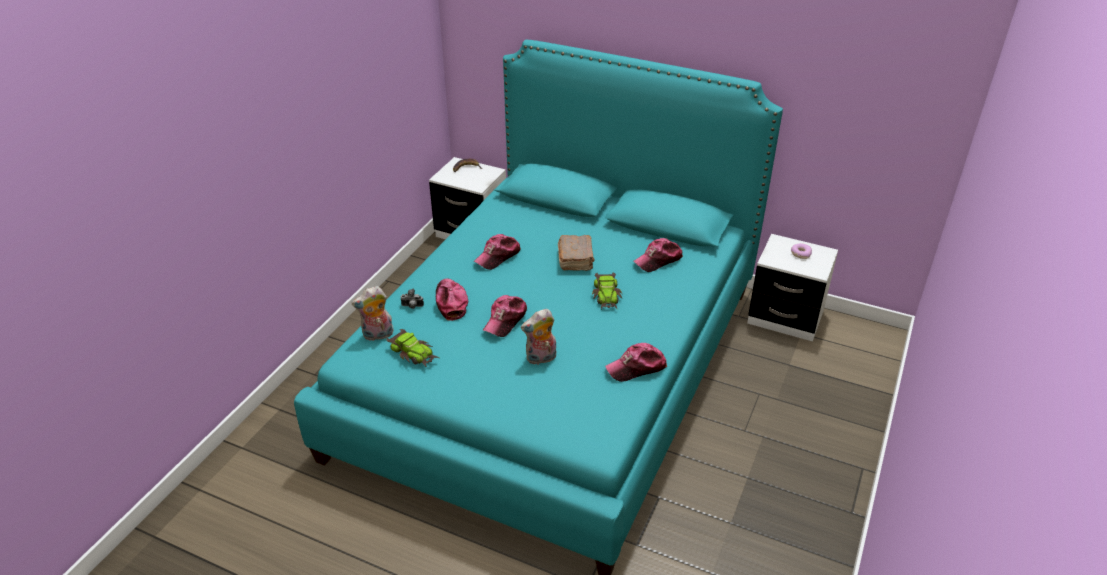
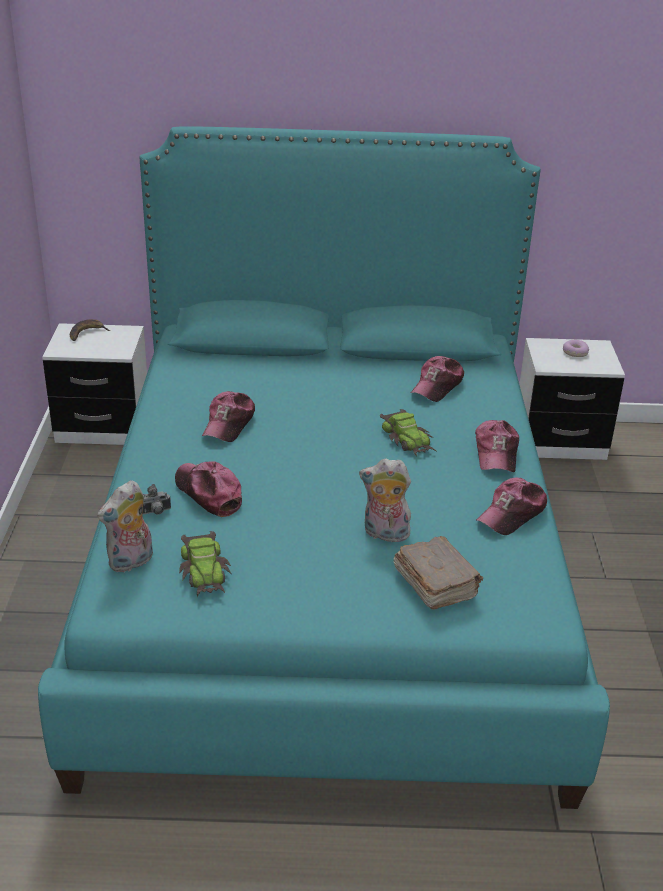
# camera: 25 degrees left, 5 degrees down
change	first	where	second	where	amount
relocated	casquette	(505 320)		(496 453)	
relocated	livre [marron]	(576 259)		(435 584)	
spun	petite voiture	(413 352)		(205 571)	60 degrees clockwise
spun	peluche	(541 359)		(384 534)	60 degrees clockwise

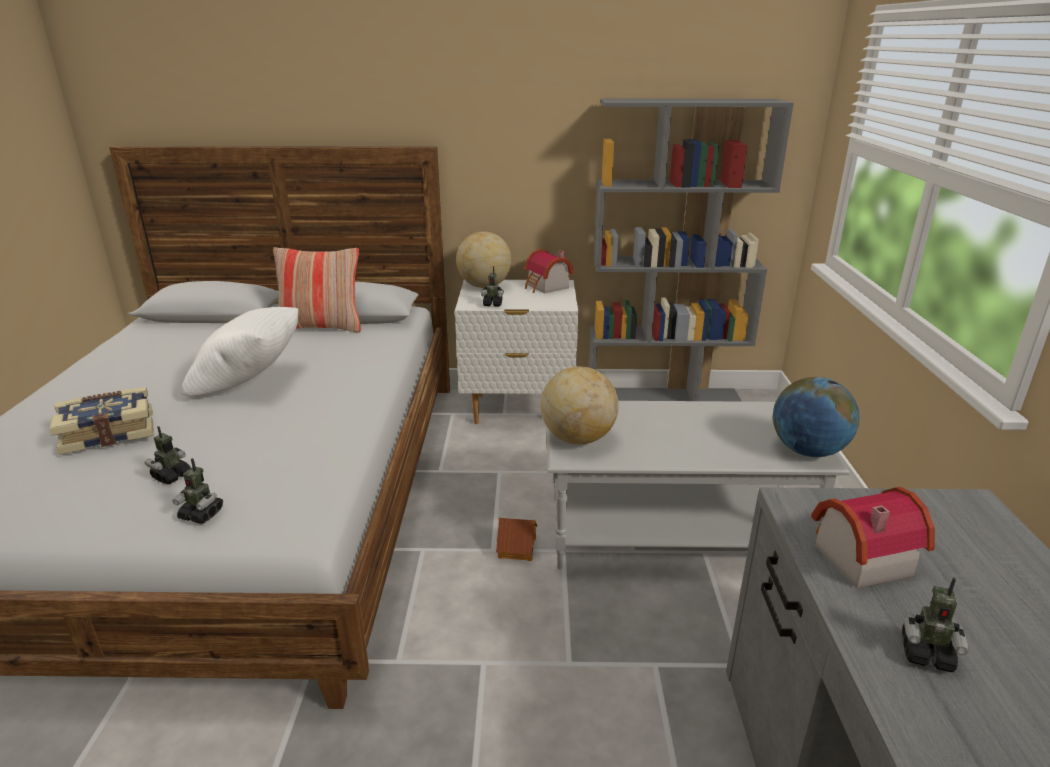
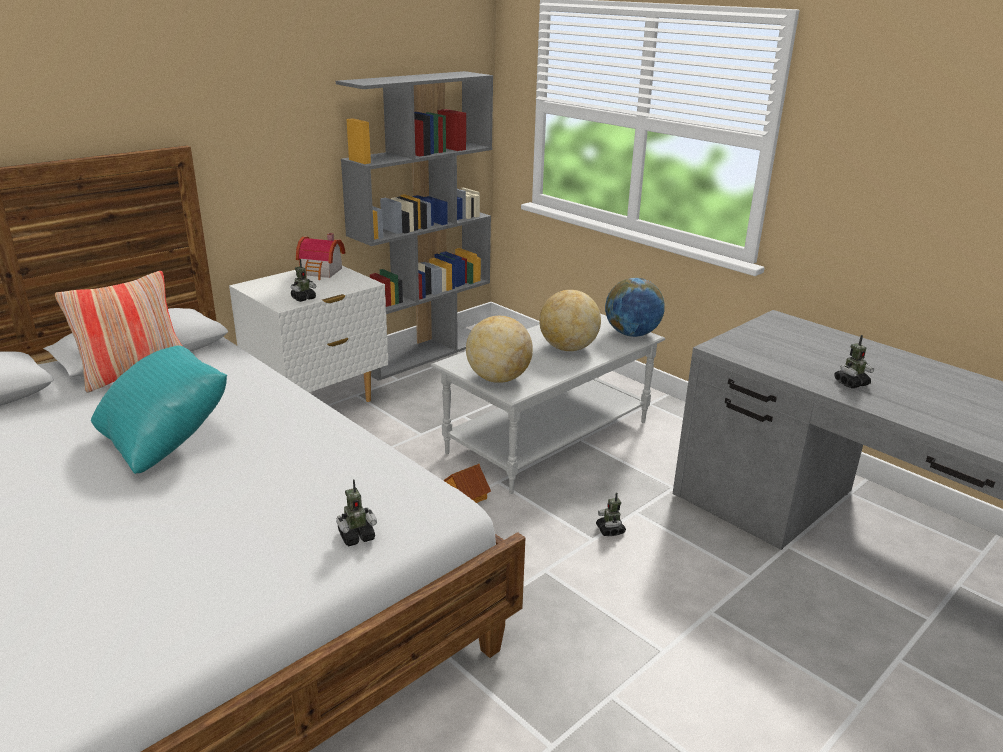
# camera: 45 degrees left, 0 degrees up
change	first	where	second	where	amount
missing	livre	(108 432)			
missing	maison miniature	(856 557)			
relocated	robot jouet	(172 476)		(610 530)	
relocated	globe	(484 286)		(568 348)	
colour	coussin [blanc]	(250 381)	coussin [turquoise]	(167 440)	

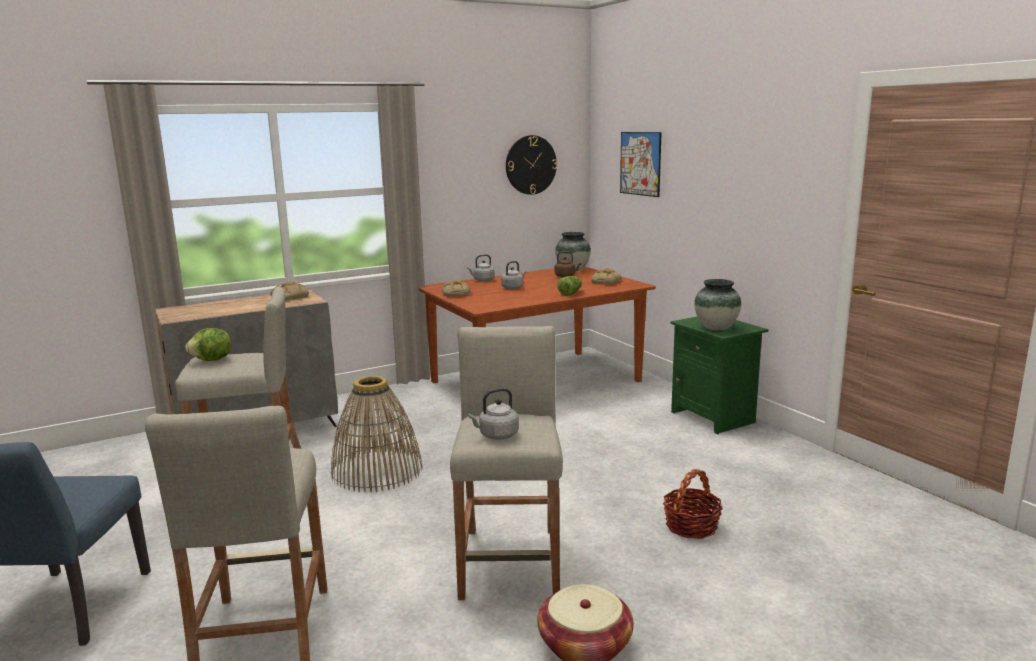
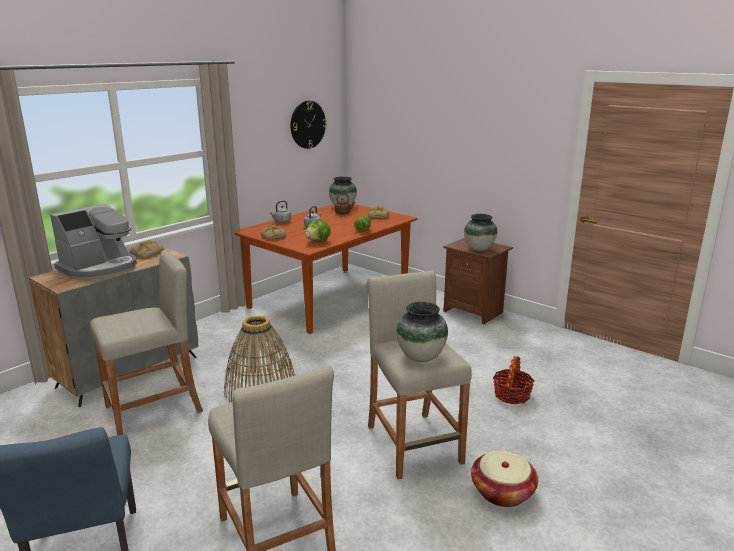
# camera: 20 degrees left, 5 degrees up
change	first	where	second	where	amount
missing	tableau	(640 163)			
appeared			machine à café	(100 268)	
relocated	laitue	(212 360)		(318 241)	
exchanged	bouilloire [gris]	(496 435)	vase	(421 357)	
colour	table de chevet [vert]	(714 417)	table de chevet [marron]	(474 311)	

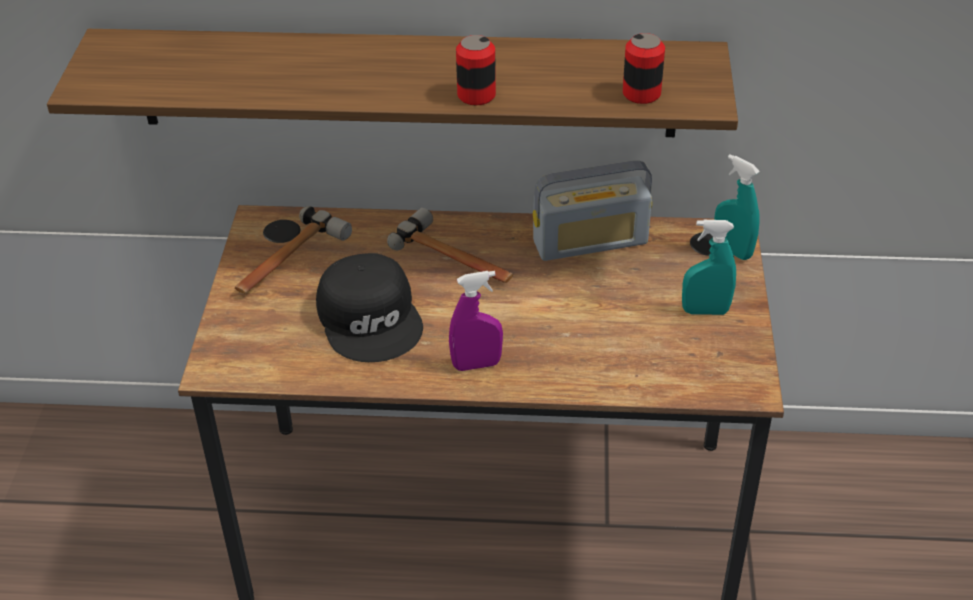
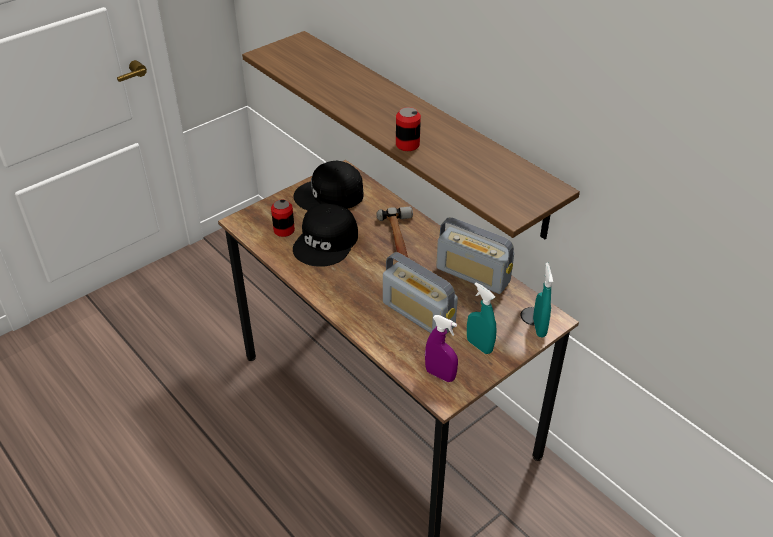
# camera: 45 degrees right, 0 degrees up
change	first	where	second	where	amount
appeared			radio	(418 314)	
relocated	vaporisateur [violet]	(476 364)		(440 375)	
relocated	boîte métallique	(641 93)		(284 230)	
exchanged	marteau	(288 260)	casquette [noir]	(330 195)	

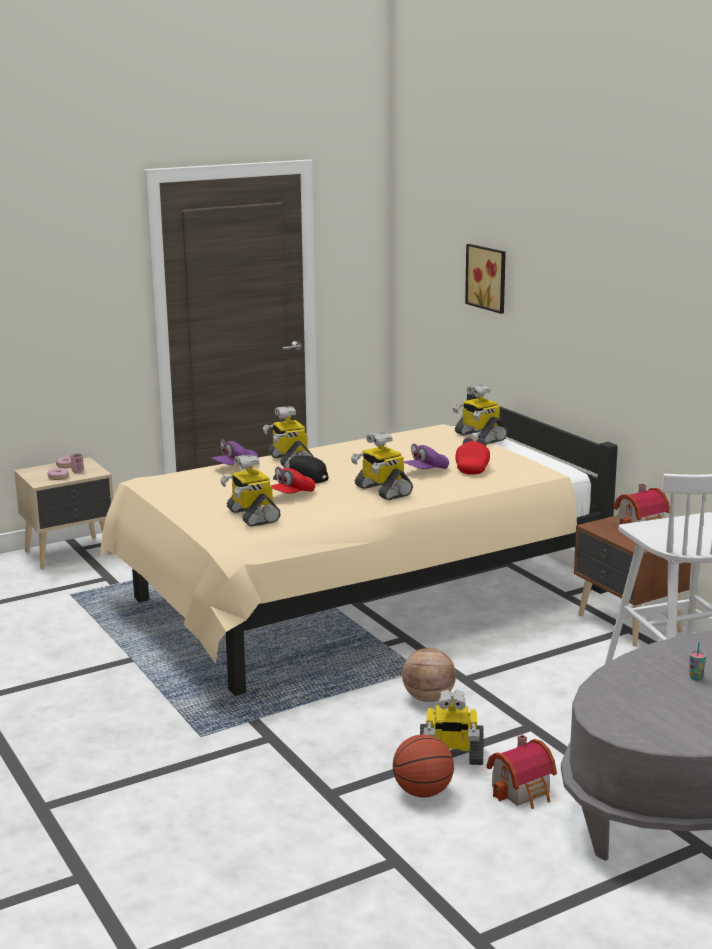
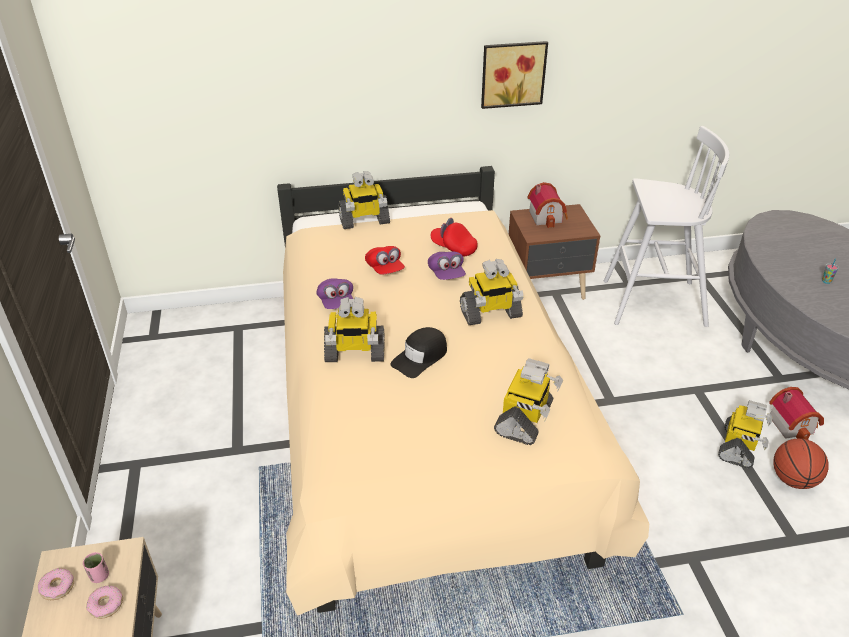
# camera: 70 degrees left, 20 degrees up
change	first	where	second	where	amount
missing	ballon de basket	(428 698)			
relocated	casquette [violet]	(235 466)		(336 302)	
relocated	casquette [rouge]	(291 495)		(385 269)	
relocated	tableau	(488 277)		(512 73)	
spun	robot jouet	(251 516)		(525 419)	60 degrees counterclockwise

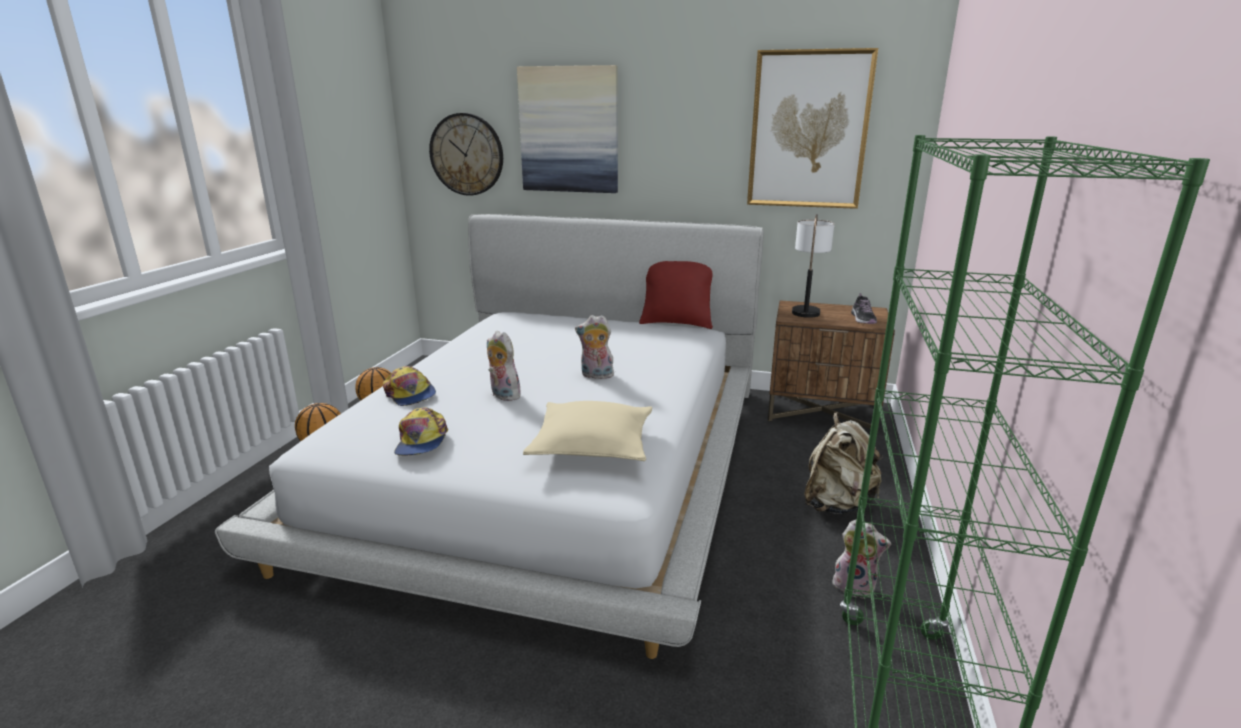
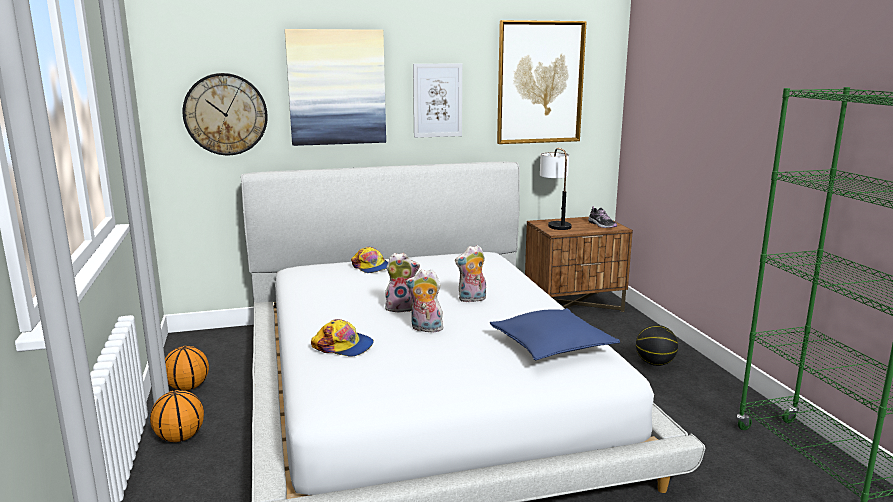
# camera: 30 degrees left, 5 degrees down
change	first	where	second	where	amount
missing	coussin [rouge]	(676 323)			
appeared			tableau	(437 100)	
relocated	casquette	(421 441)		(371 267)	
relocated	peluche	(855 586)		(401 307)	
exchanged	sac à dos [beige]	(836 504)	ballon de basket	(654 363)	
colour	coussin [beige]	(592 445)	coussin [bleu]	(552 346)	

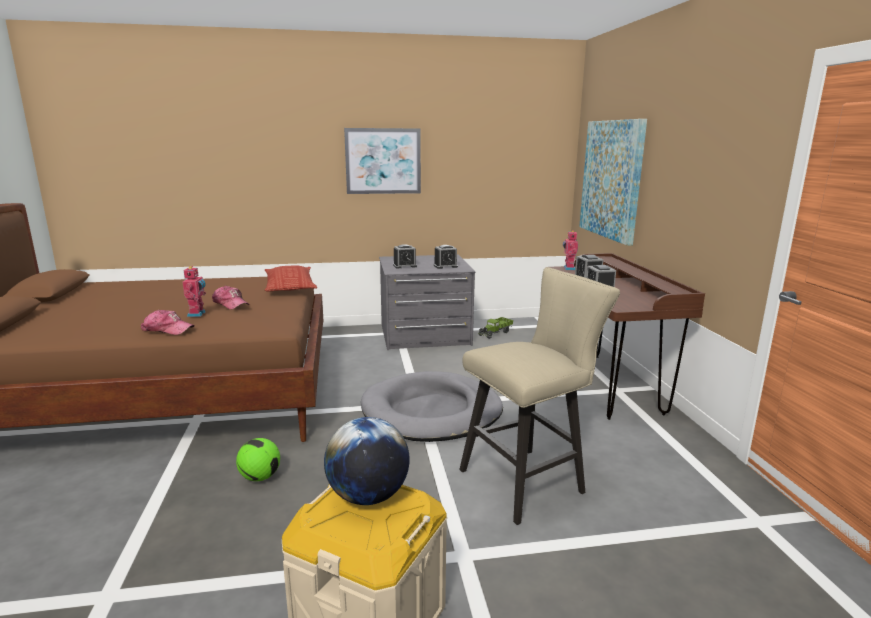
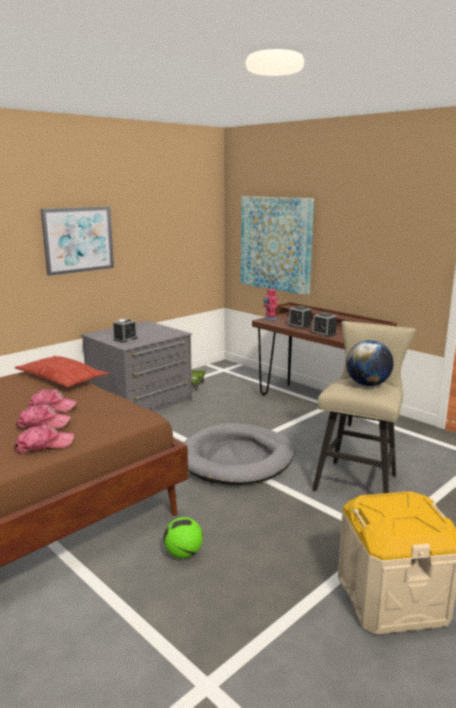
# camera: 35 degrees left, 0 degrees up
change	first	where	second	where	amount
missing	réveil	(445 266)			
relocated	globe	(368 496)		(367 384)	
exchanged	robot jouet	(197 314)	casquette	(43 424)	

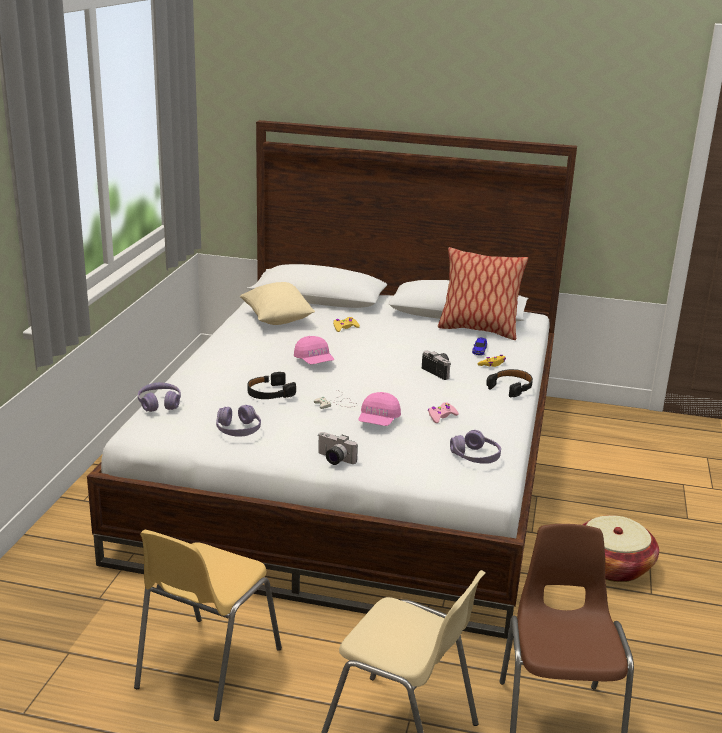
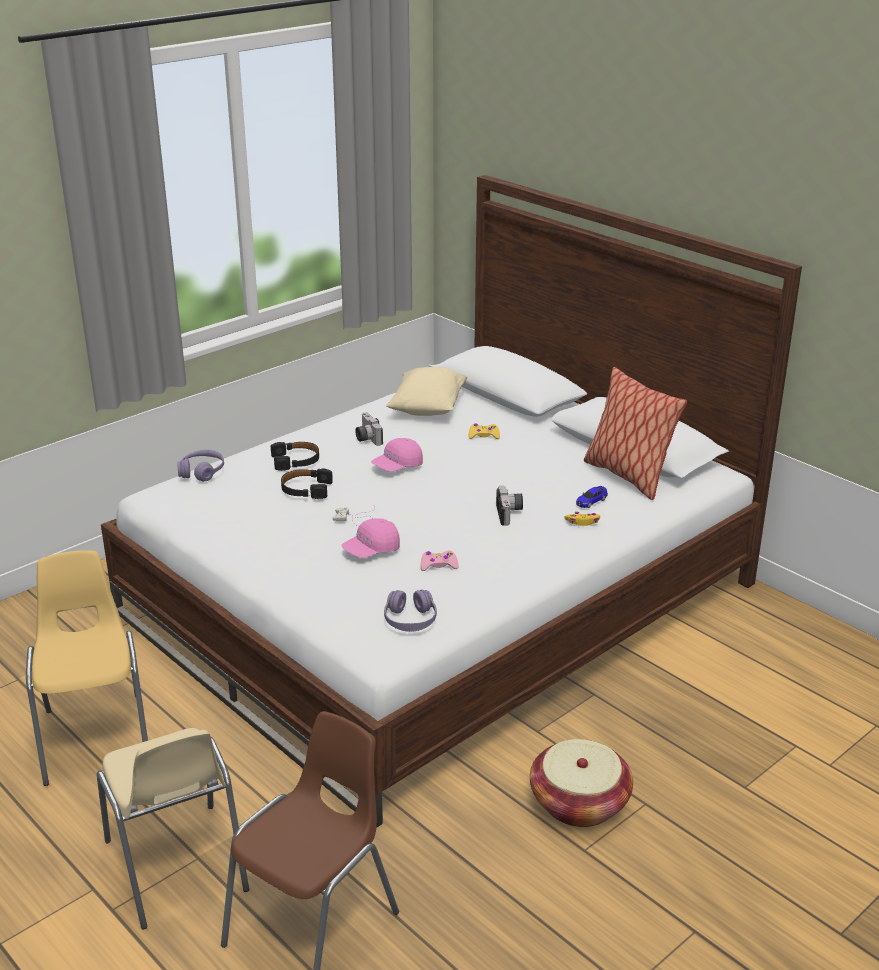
# camera: 35 degrees right, 5 degrees up
change	first	where	second	where	amount
missing	casque audio [violet]	(238 430)			
relocated	appareil photo	(334 460)		(366 438)	
relocated	casque audio [noir]	(511 387)		(296 461)	
spun	chaise [jaune]	(206 668)		(96 737)	105 degrees clockwise
spun	casquette [rose]	(314 361)		(397 466)	45 degrees clockwise

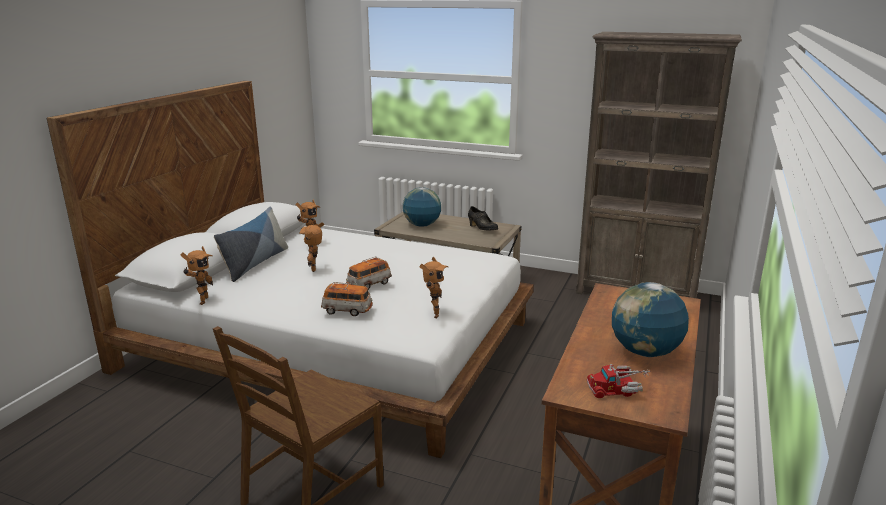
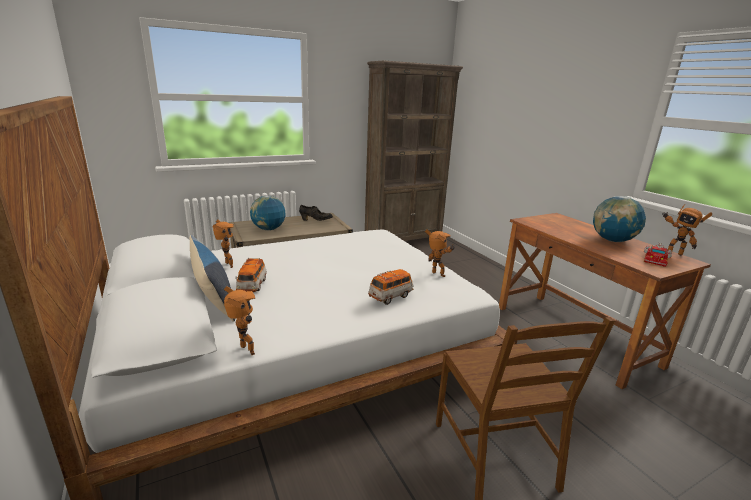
# camera: 50 degrees left, 0 degrees up
change	first	where	second	where	amount
relocated	robot jouet	(316 269)		(673 253)	
relocated	petite voiture	(369 285)		(252 286)	

